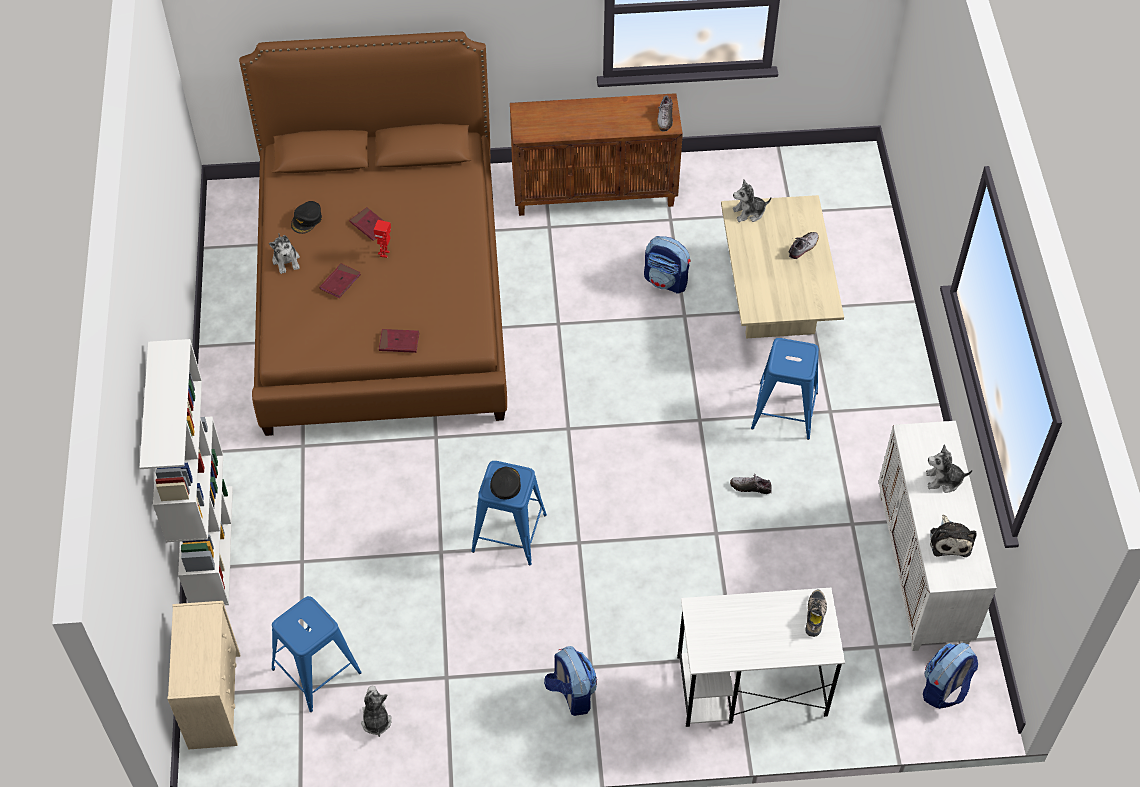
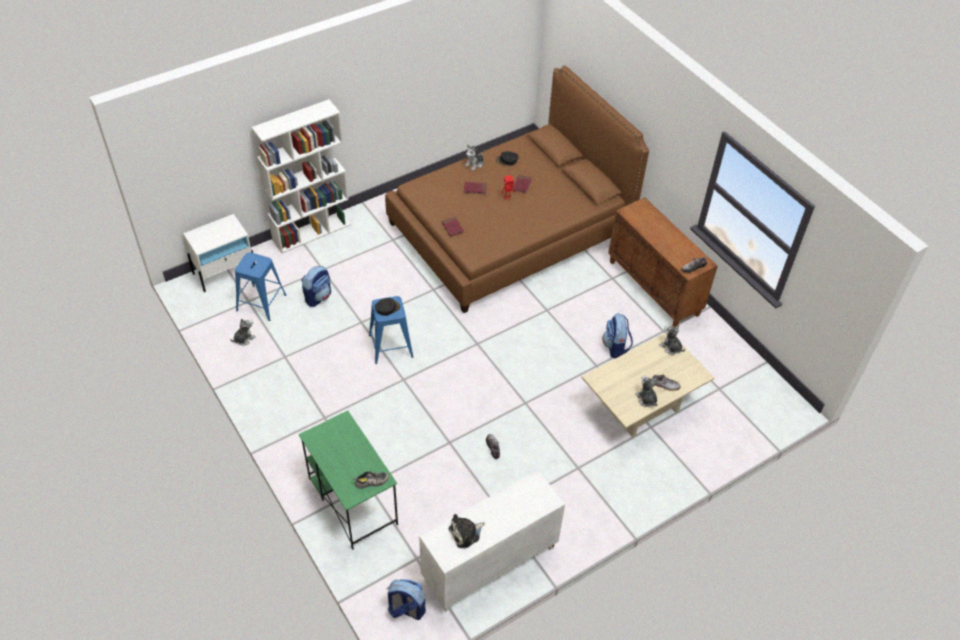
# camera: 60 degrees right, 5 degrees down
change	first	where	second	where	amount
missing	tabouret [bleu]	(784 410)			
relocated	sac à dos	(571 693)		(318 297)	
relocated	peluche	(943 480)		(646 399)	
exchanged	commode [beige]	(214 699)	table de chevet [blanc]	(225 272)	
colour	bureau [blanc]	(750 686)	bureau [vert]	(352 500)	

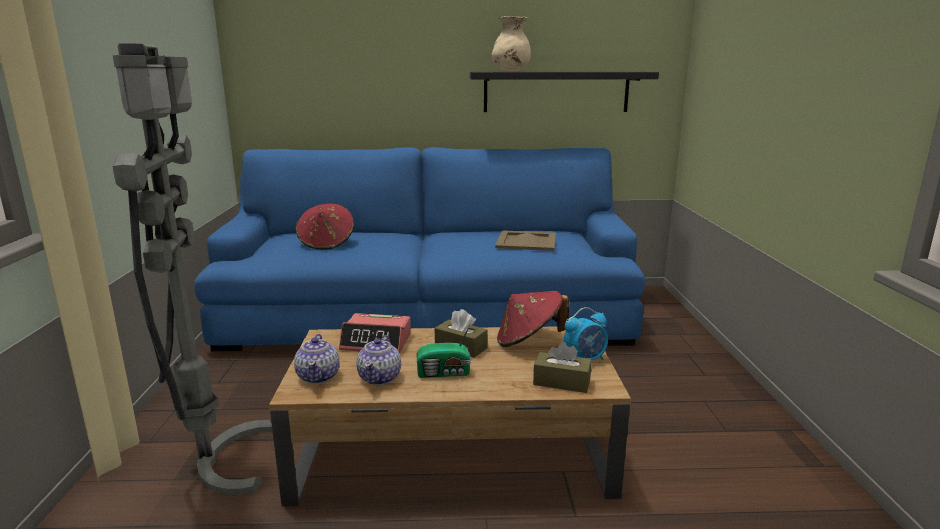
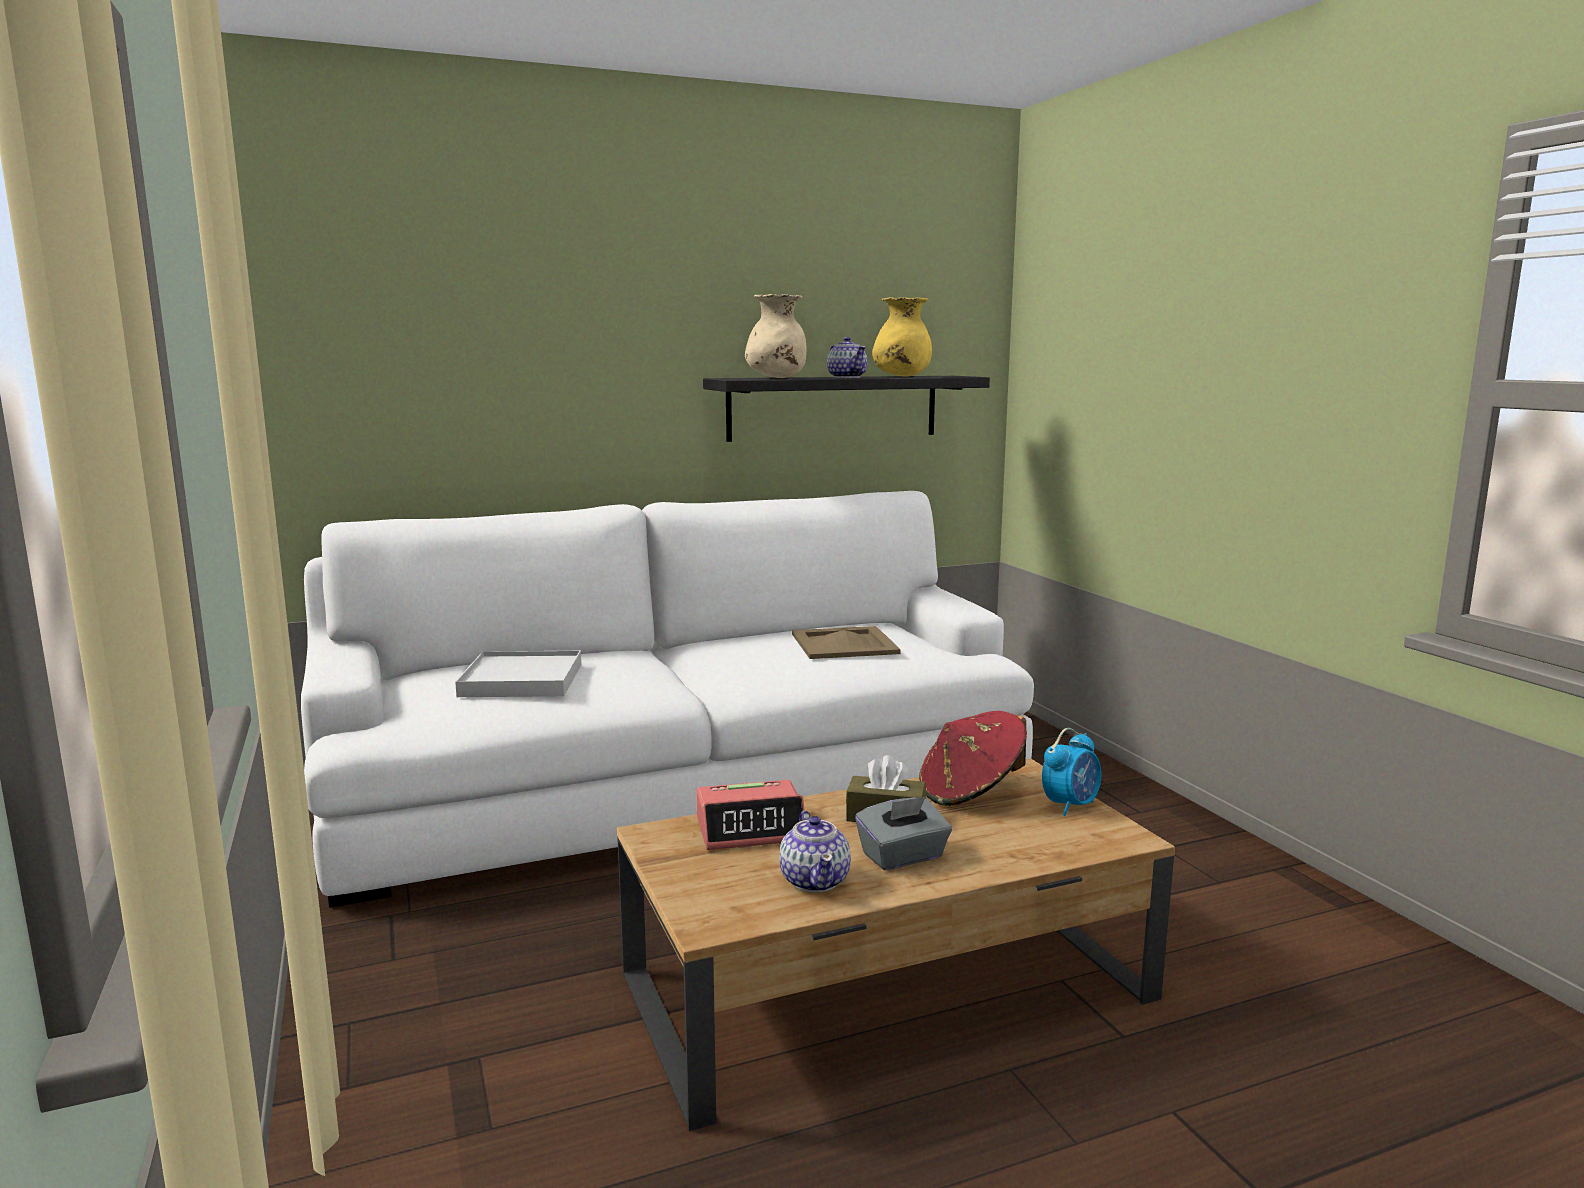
# camera: 20 degrees left, 5 degrees down
change	first	where	second	where	amount
missing	lampadaire [gris]	(215 462)			
missing	boîte à mouchoirs [marron]	(561 382)			
appeared			vase [jaune]	(901 376)	
relocated	théière	(319 376)		(847 377)	
exchanged	chapeau [rouge]	(326 243)	plateau [blanc]	(522 680)	
exchanged	radio	(445 373)	boîte à mouchoirs [gris]	(903 857)	
colour	canapé [bleu]	(428 317)	canapé [blanc]	(680 789)	

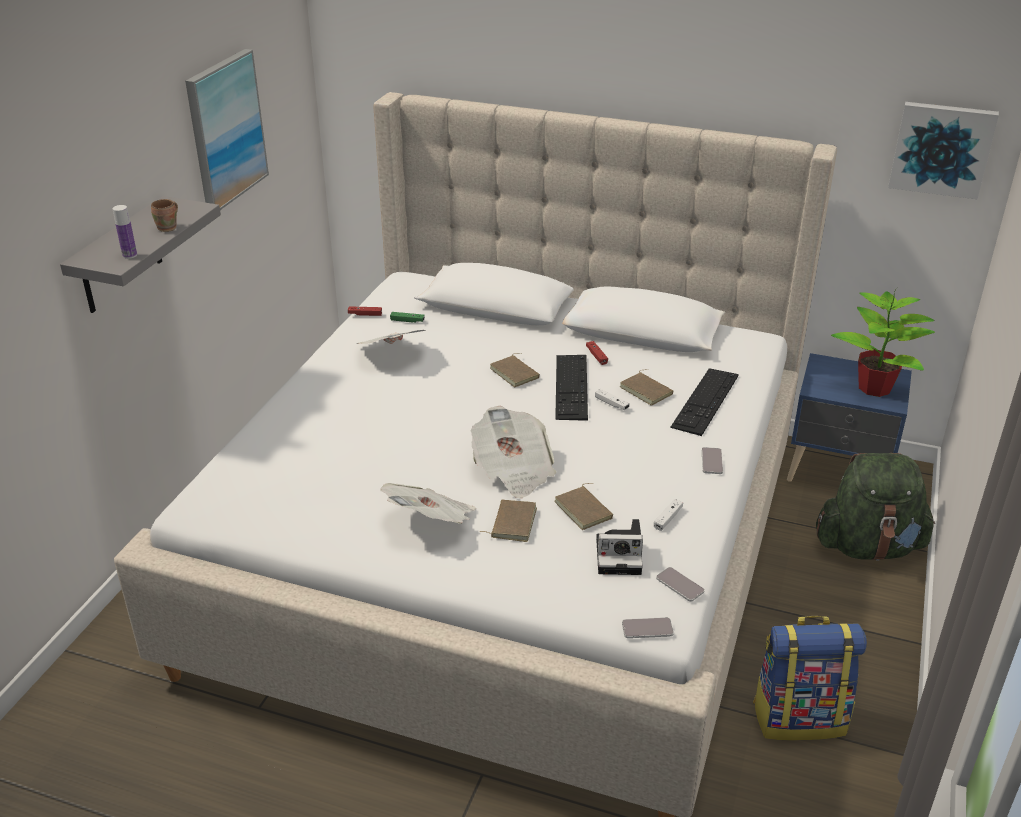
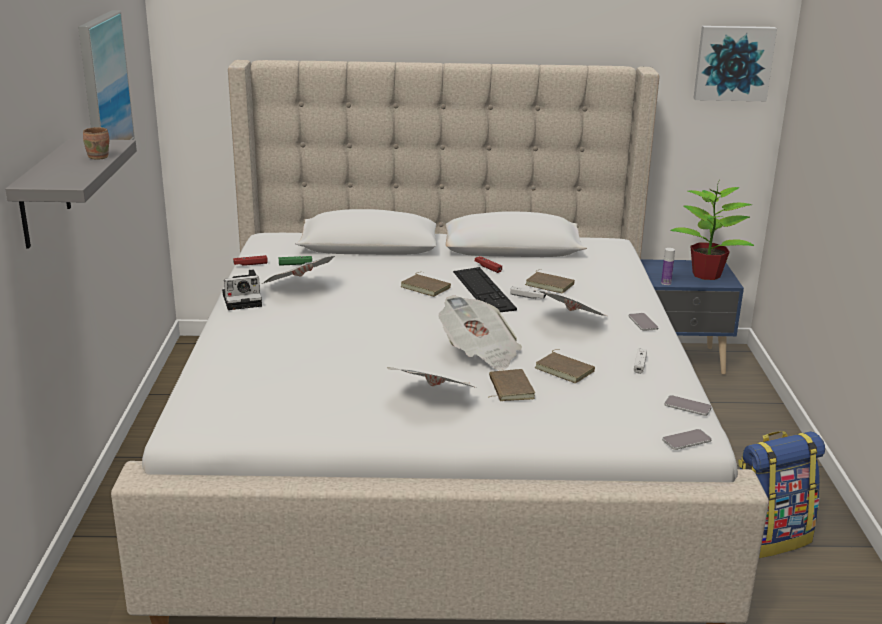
# camera: 20 degrees left, 10 degrees down
change	first	where	second	where	amount
missing	clavier	(705 401)			
missing	sac à dos [vert]	(868 546)			
appeared			journal	(572 323)	
relocated	bouteille	(129 255)		(666 283)	
relocated	appareil photo	(621 556)		(244 299)	

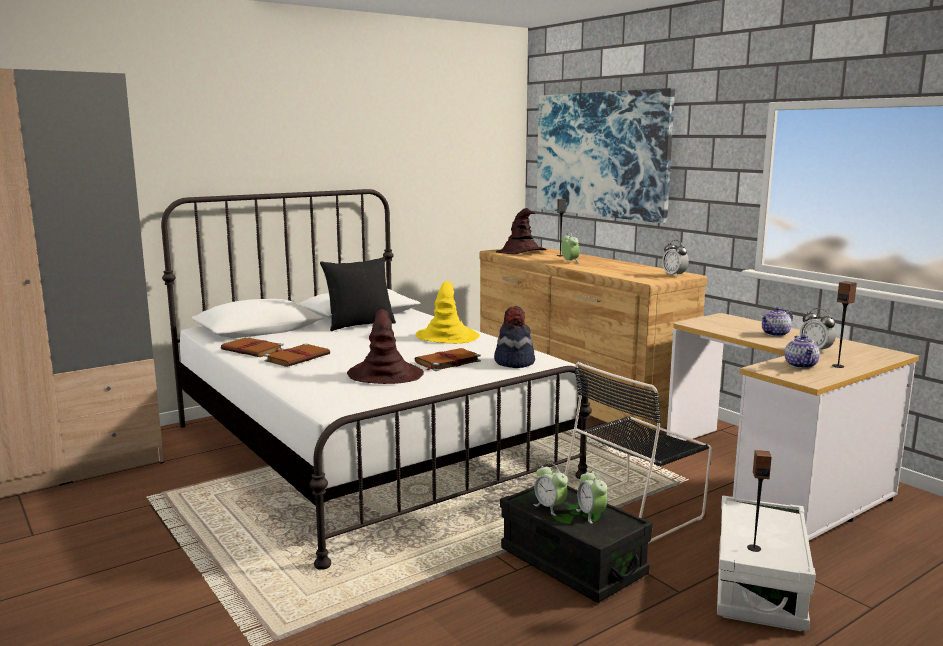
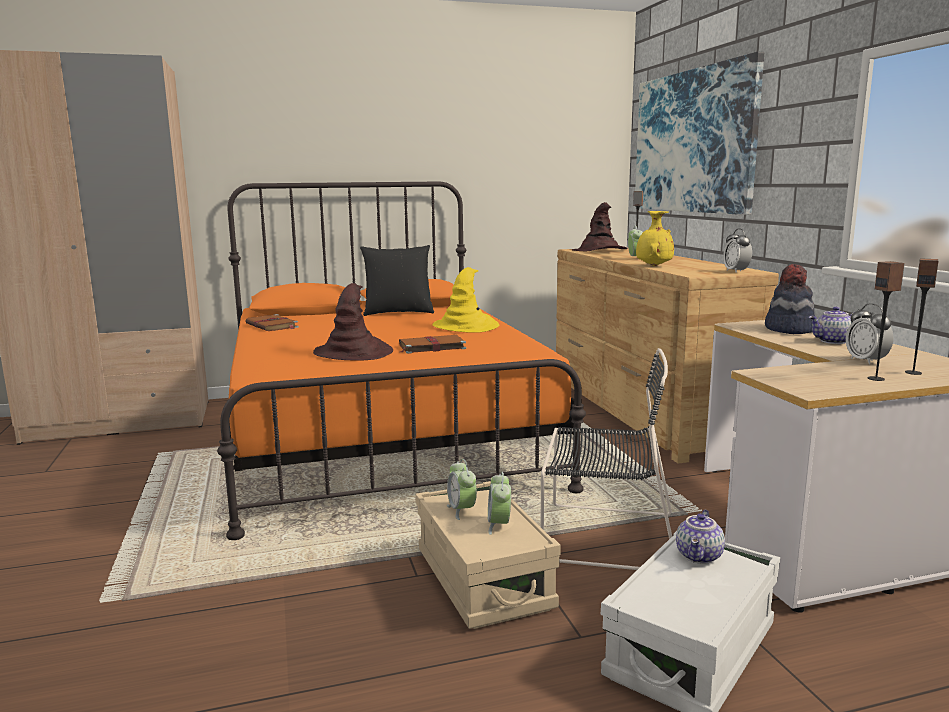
# camera: 20 degrees right, 0 degrees up
change	first	where	second	where	amount
missing	livre [marron]	(298 358)			
appeared			vase [jaune]	(653 266)	
relocated	chapeau	(514 362)		(788 329)	
relocated	enceinte	(754 548)		(913 372)	
relocated	théière	(801 365)		(700 556)	
colour	lit [blanc]	(366 450)	lit [orange]	(381 437)	
colour	boîte de rangement [noir]	(572 563)	boîte de rangement [beige]	(483 579)	
spun	chaise [noir]	(634 512)		(603 536)	150 degrees counterclockwise

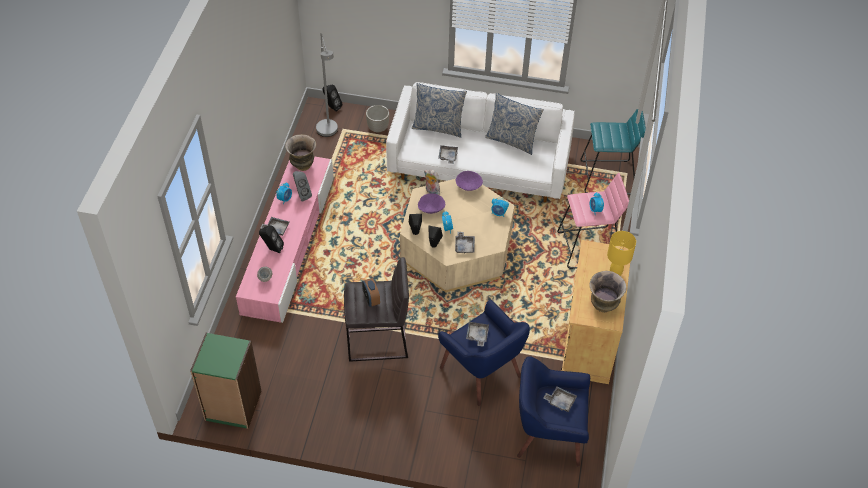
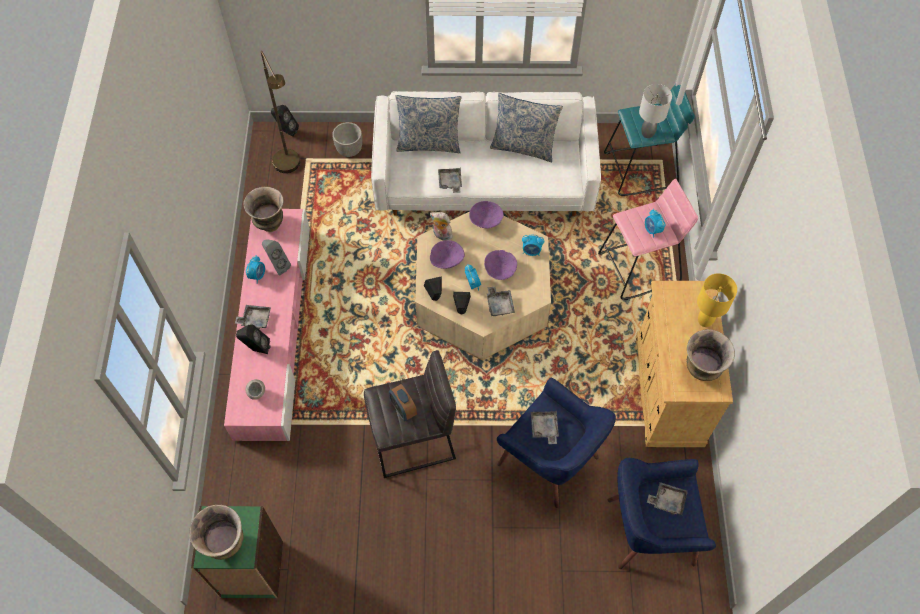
# camera: 10 degrees left, 10 degrees up
change	first	where	second	where	amount
appeared			vase	(226 543)	
appeared			bol [violet]	(499 270)	
appeared			lampe de table [gris]	(647 134)	
colour	lampadaire [gris]	(329 133)	lampadaire [marron]	(290 167)	

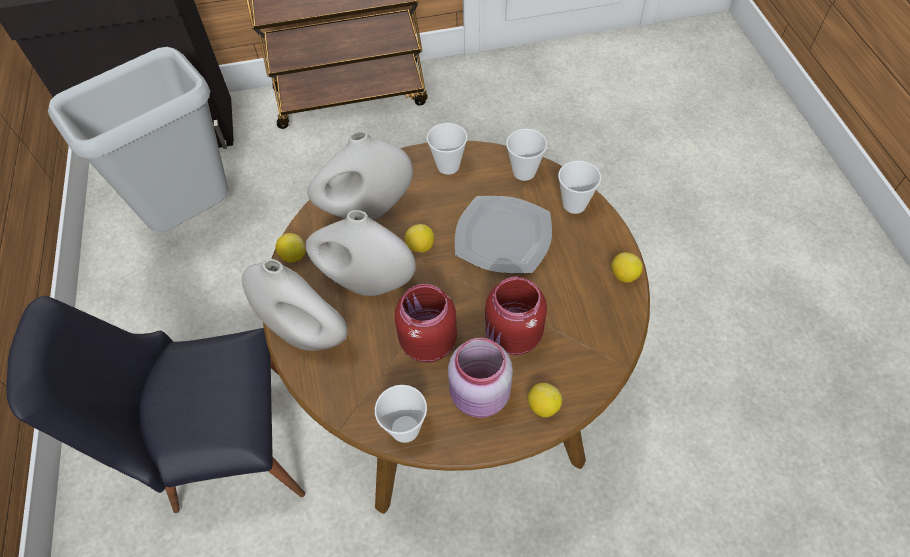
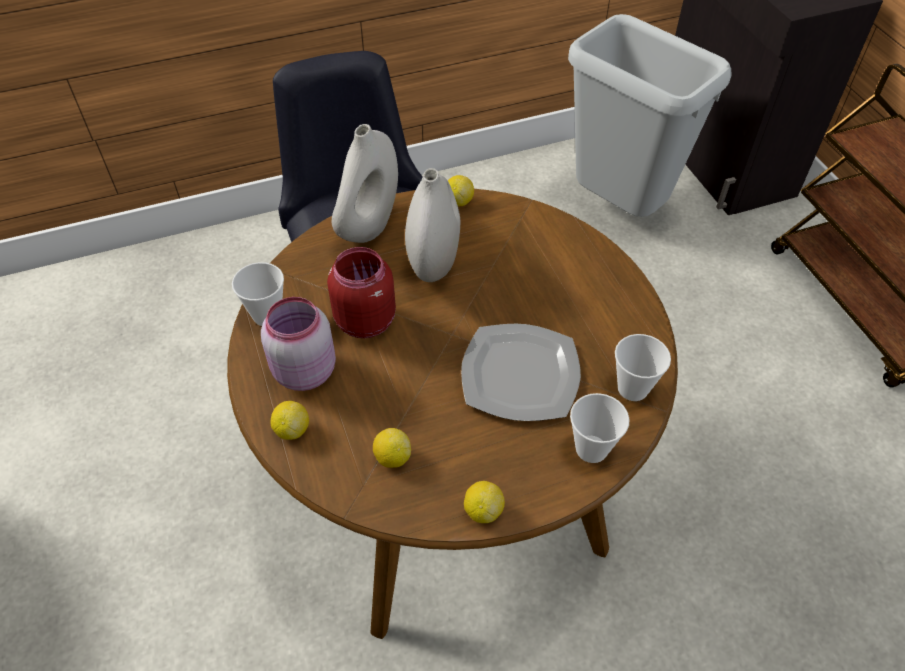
# camera: 80 degrees right, 5 degrees down
change	first	where	second	where	amount
missing	vase [blanc]	(366 210)			
missing	tasse	(448 166)			
missing	bocal [rouge]	(512 337)			
relocated	citron	(420 247)		(392 457)	

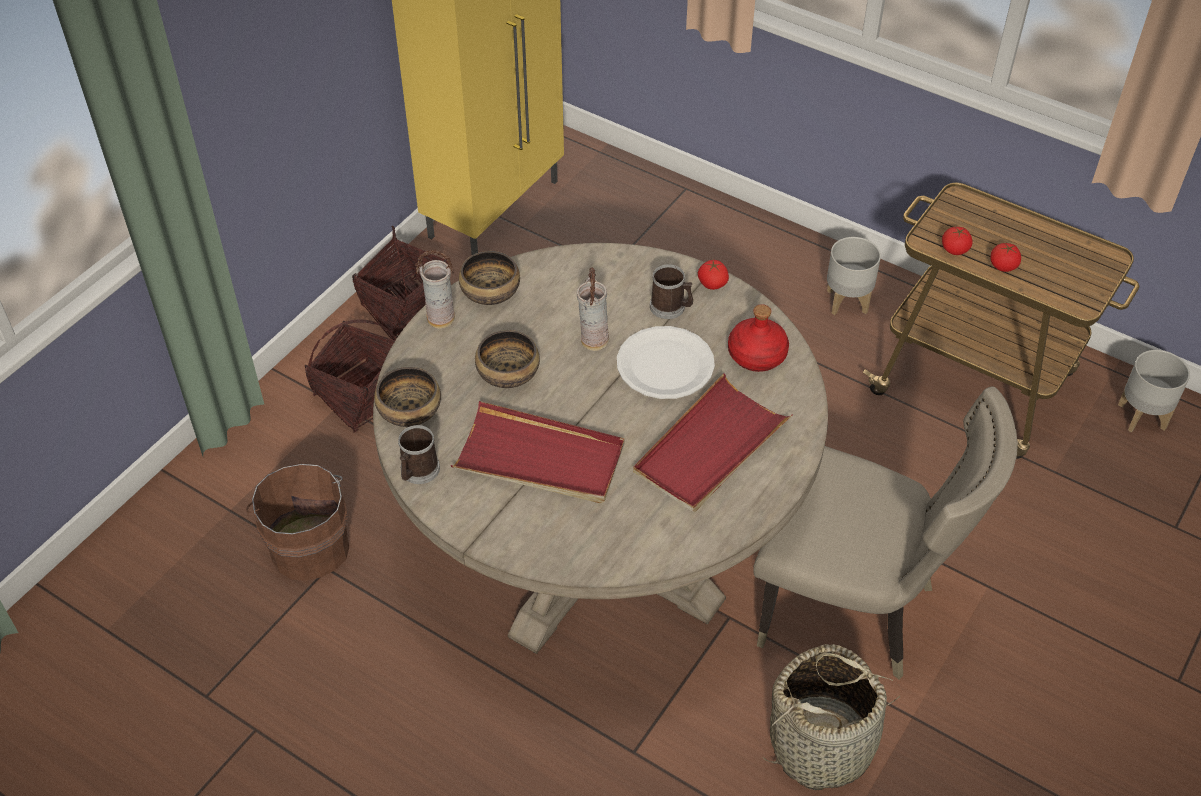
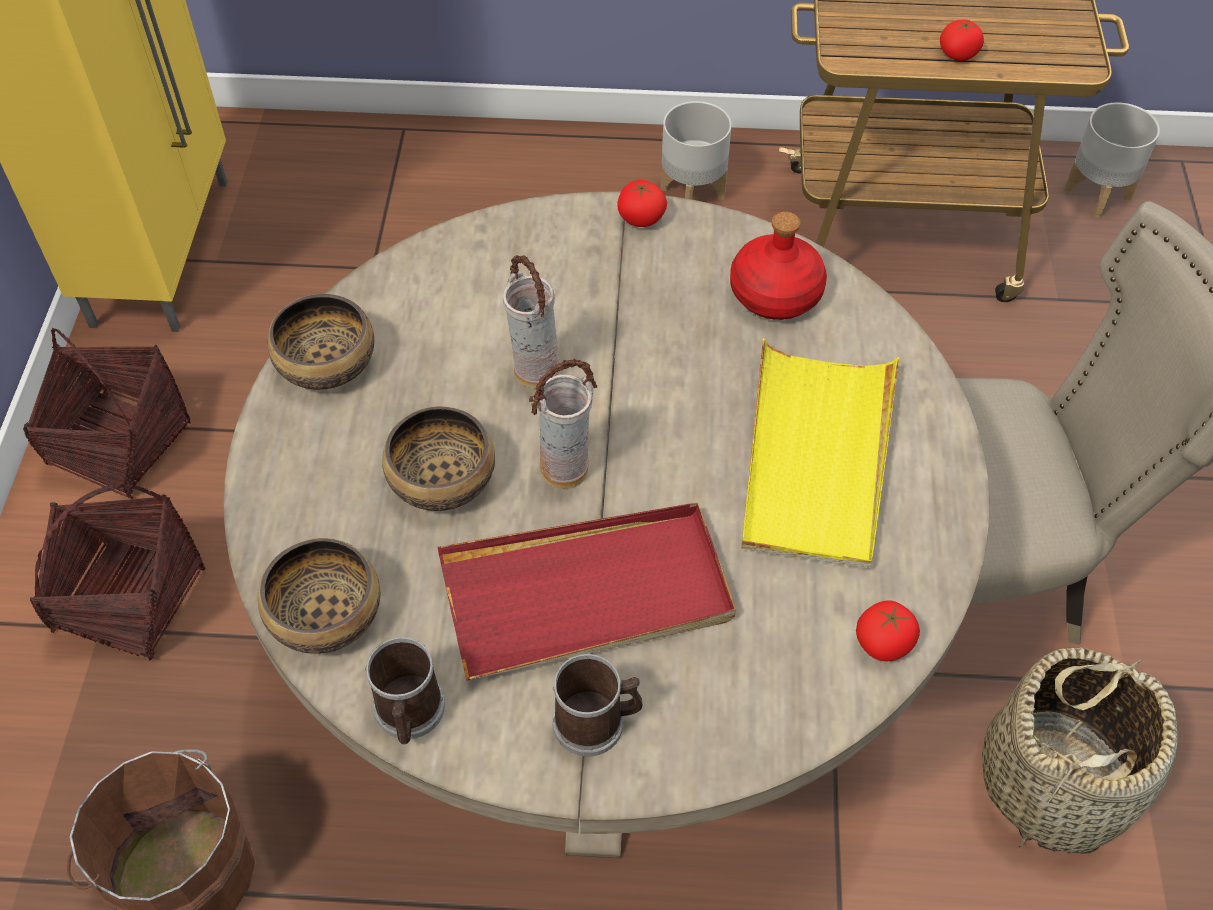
# camera: 30 degrees left, 5 degrees up
change	first	where	second	where	amount
missing	assiette [blanc]	(665 365)			
relocated	vase	(440 320)		(565 471)	
relocated	mug	(671 307)		(597 722)	
relocated	tomate	(954 250)		(883 643)	
colour	plateau [rouge]	(710 448)	plateau [jaune]	(816 458)	

